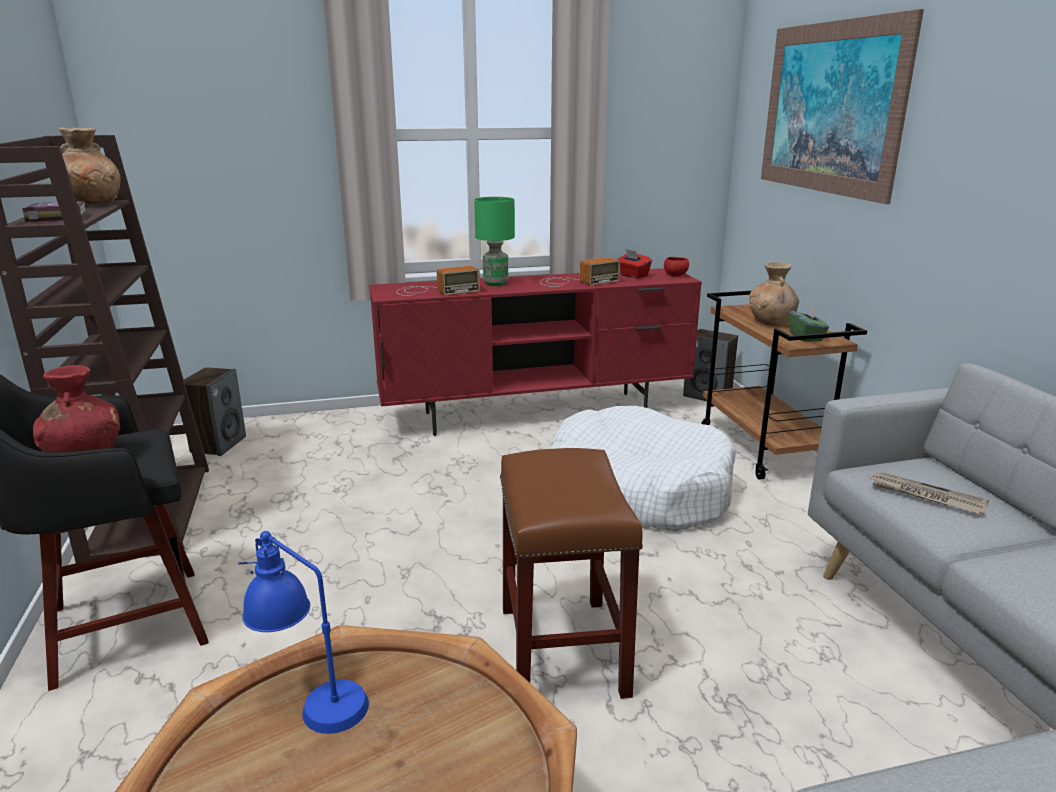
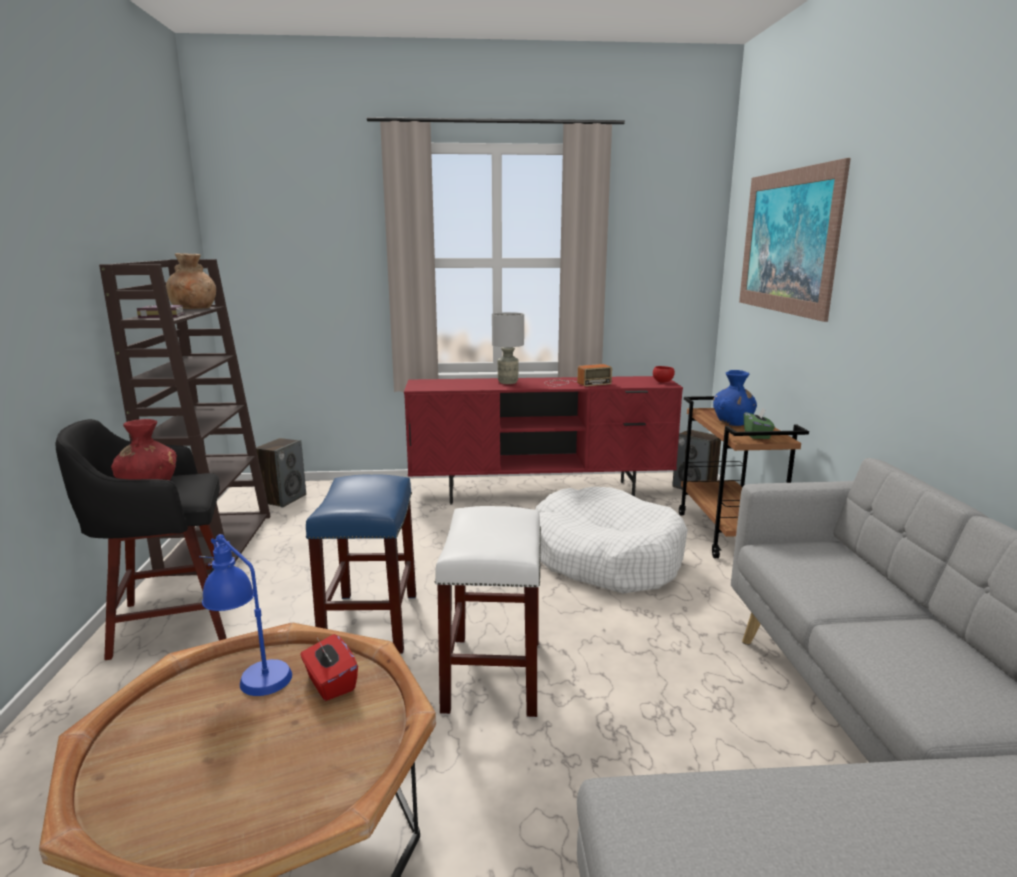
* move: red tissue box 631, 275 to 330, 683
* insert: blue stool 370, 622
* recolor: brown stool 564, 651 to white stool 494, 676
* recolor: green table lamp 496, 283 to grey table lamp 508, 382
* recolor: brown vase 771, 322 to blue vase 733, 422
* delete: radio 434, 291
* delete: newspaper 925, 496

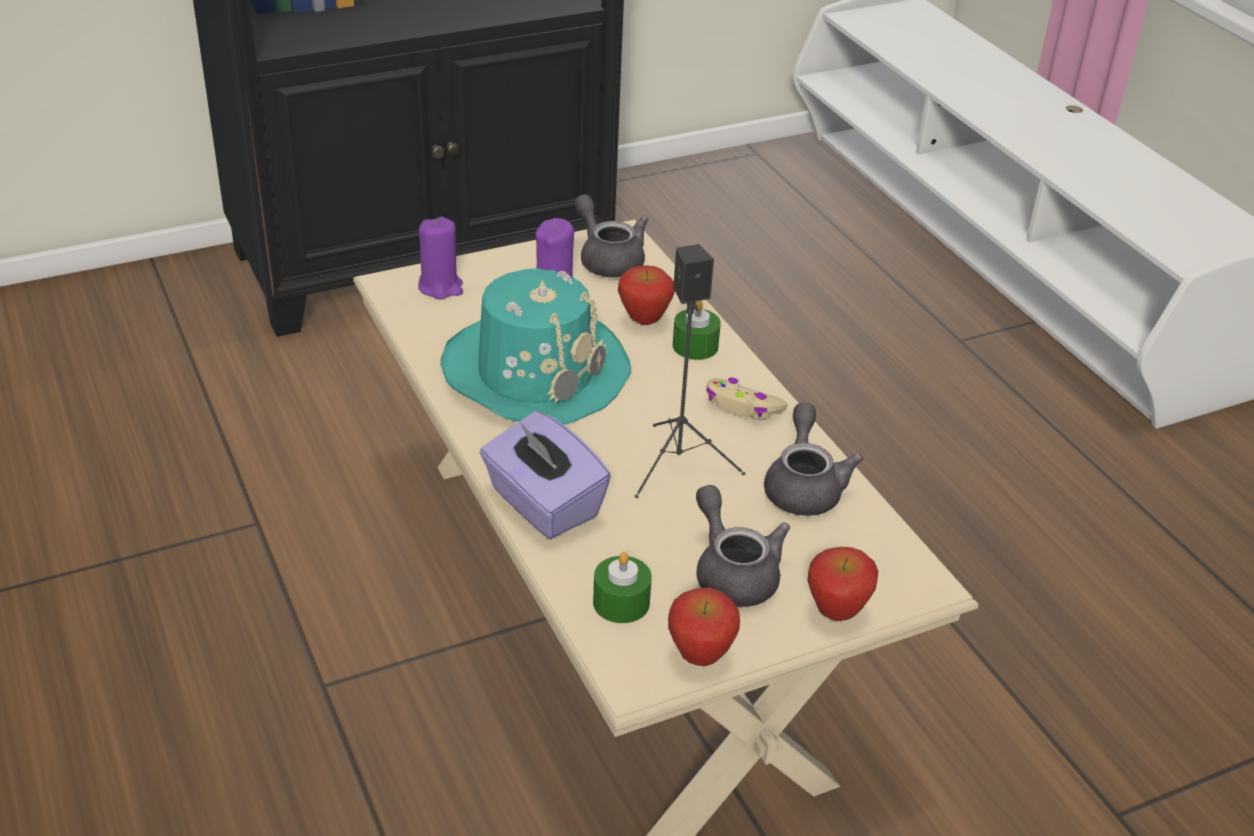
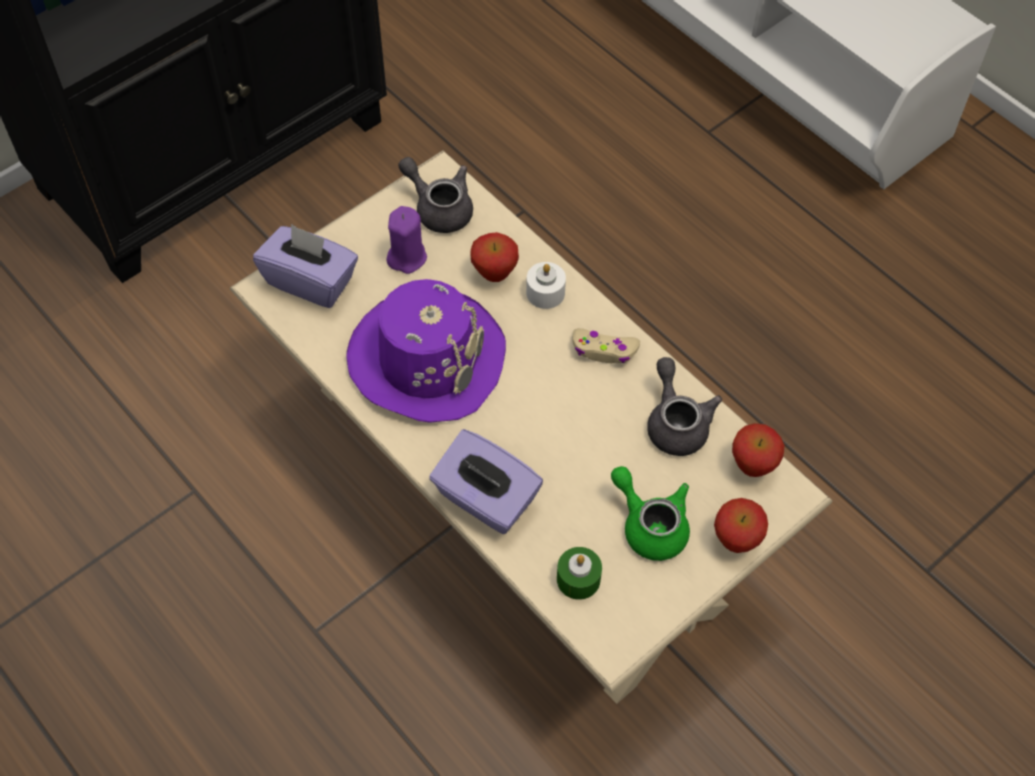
* replace: purple candle 440, 287 to purple tissue box 311, 281
* recolor: turquoise hat 535, 372 to purple hat 427, 358
* recolor: green candle 695, 346 to white candle 545, 292
* recolor: grey teapot 733, 572 to green teapot 650, 525
* move: apple 700, 656 to 752, 467
* delete: black speaker 679, 464

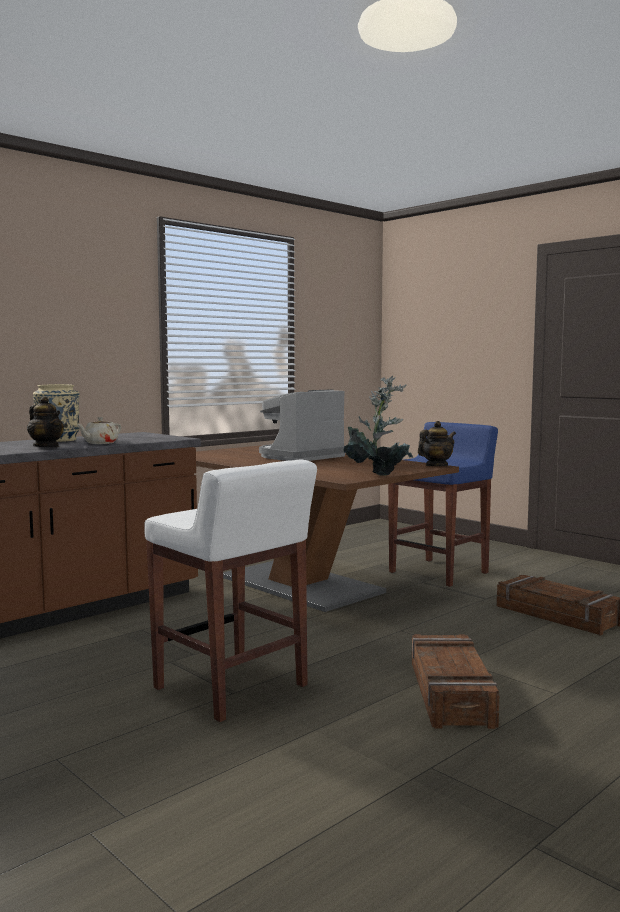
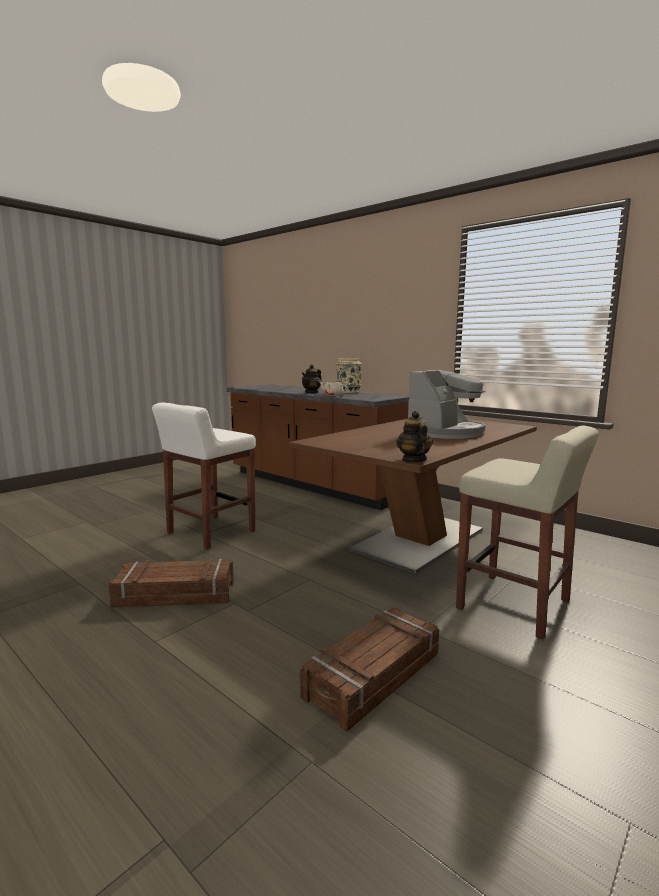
* rotate: teapot 436, 466 = 413, 460 150 degrees counterclockwise
* rotate: coffee machine 300, 457 = 446, 432 90 degrees clockwise
* recolor: blue stool 440, 572 to beige stool 515, 605
* delete: potted plant 379, 473

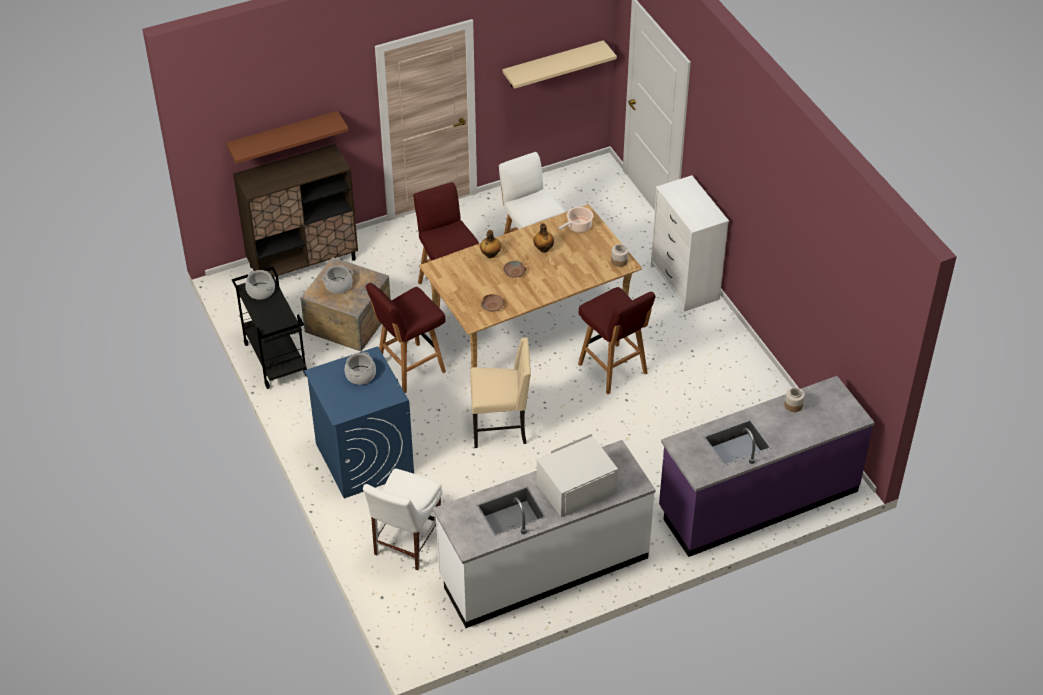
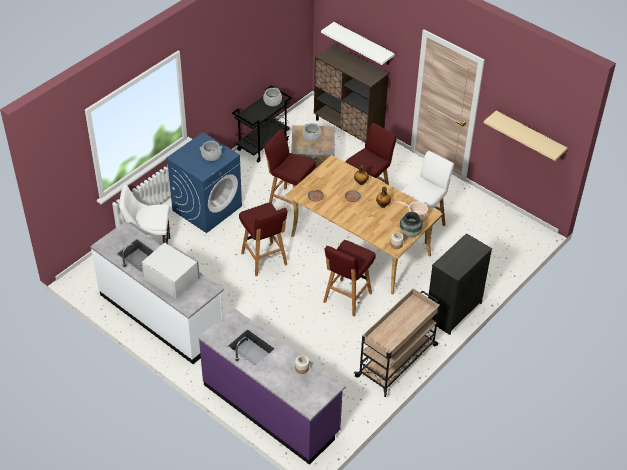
* replace: beige chair 501, 428 to red stool 264, 260
* recolor: brown shelf 283, 136 to white shelf 363, 44
* insert: beige cart 397, 360
* insert: vase 410, 233
* recolor: white dresser 684, 283 to black dresser 453, 311

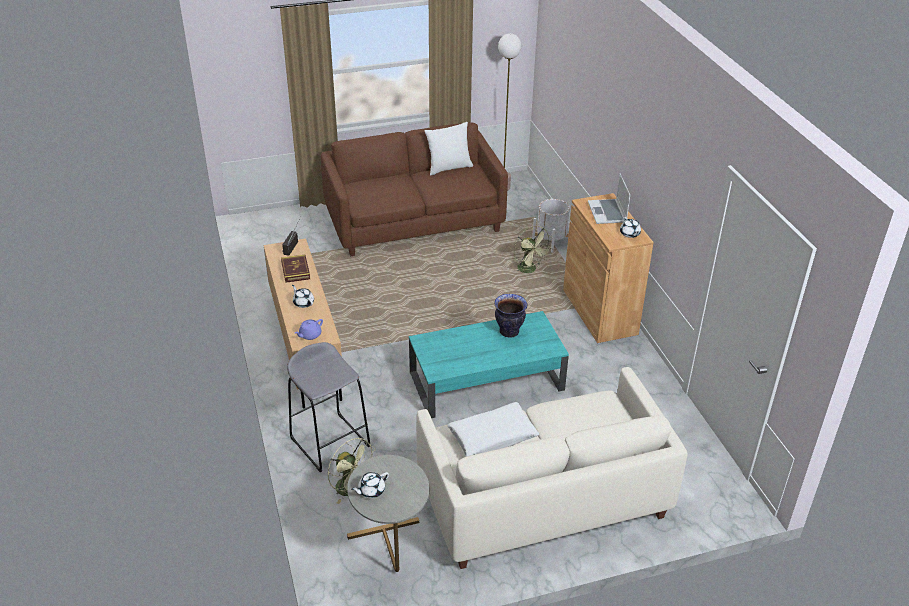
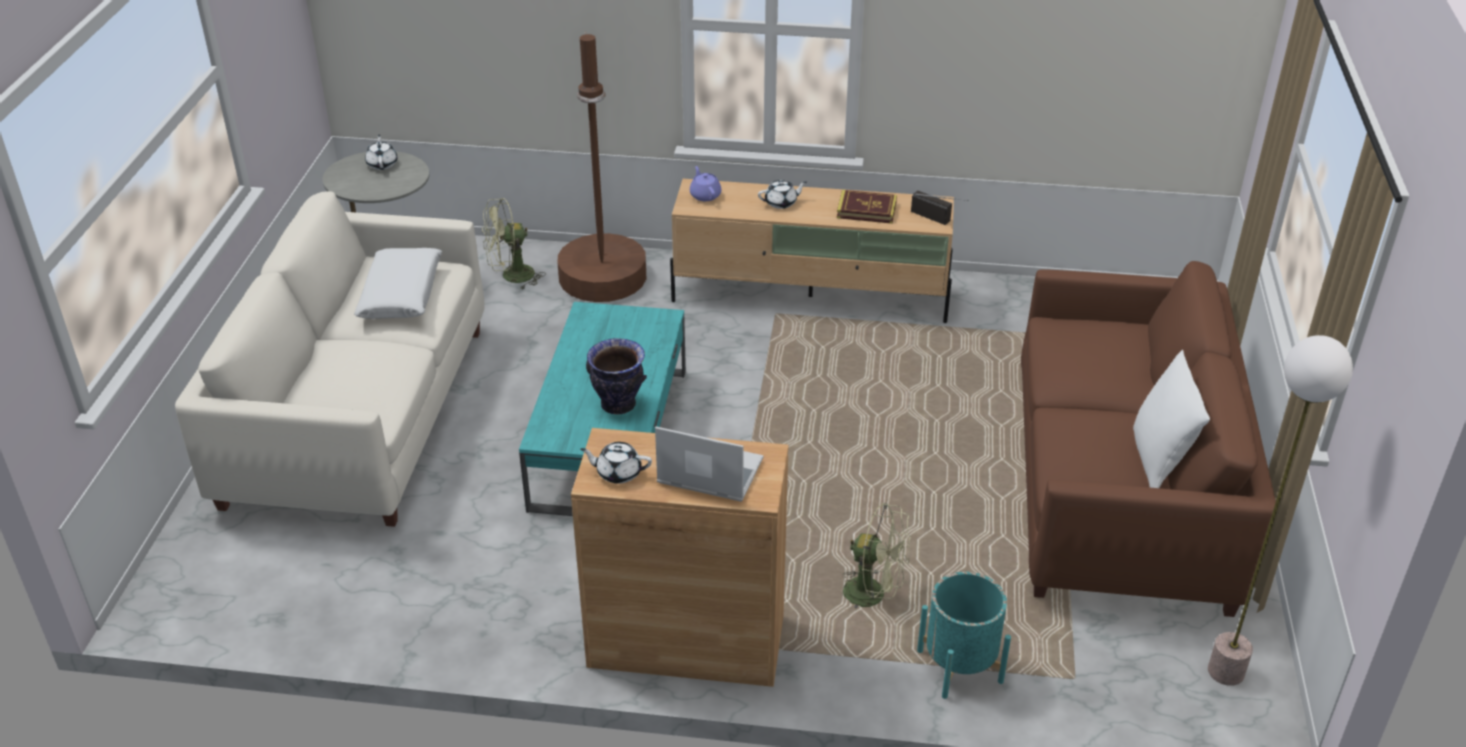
* replace: grey stool 330, 442 to brown floor lamp 603, 277
* rotate: green fan 530, 270 = 873, 594 150 degrees counterclockwise
* recolor: white planter 551, 242 to turquoise planter 959, 666

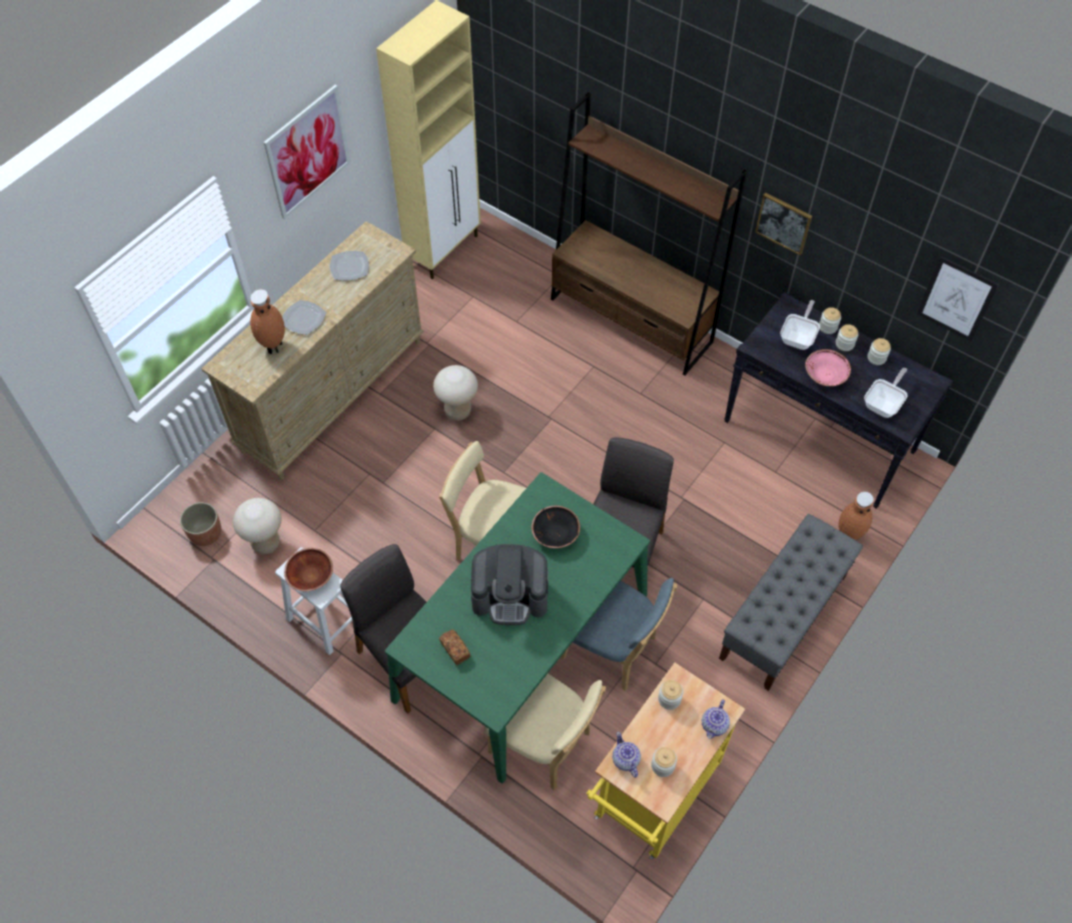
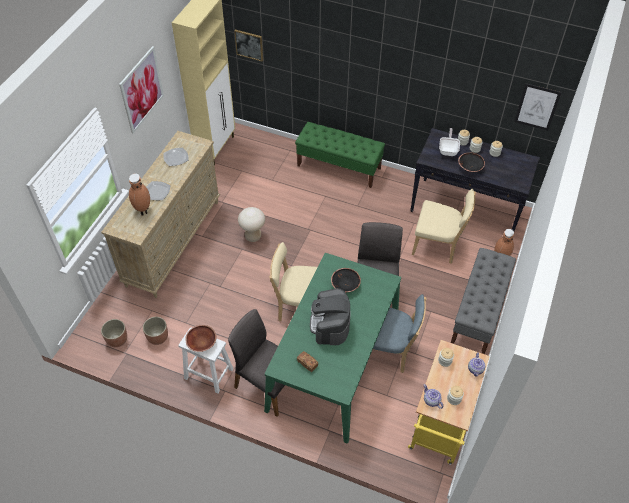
* replace: beige stool 266, 543 to planter 157, 337
* move: picture 784, 223 to 249, 45
* replace: brown bookcase 631, 321 to green bench 339, 167
* rotate: coffee machine 510, 595 = 330, 325 105 degrees clockwise
* move: beige chair 544, 745 to 437, 246
* recolor: pink bowl 825, 375 to black bowl 470, 167
* delete: frying pan 884, 404

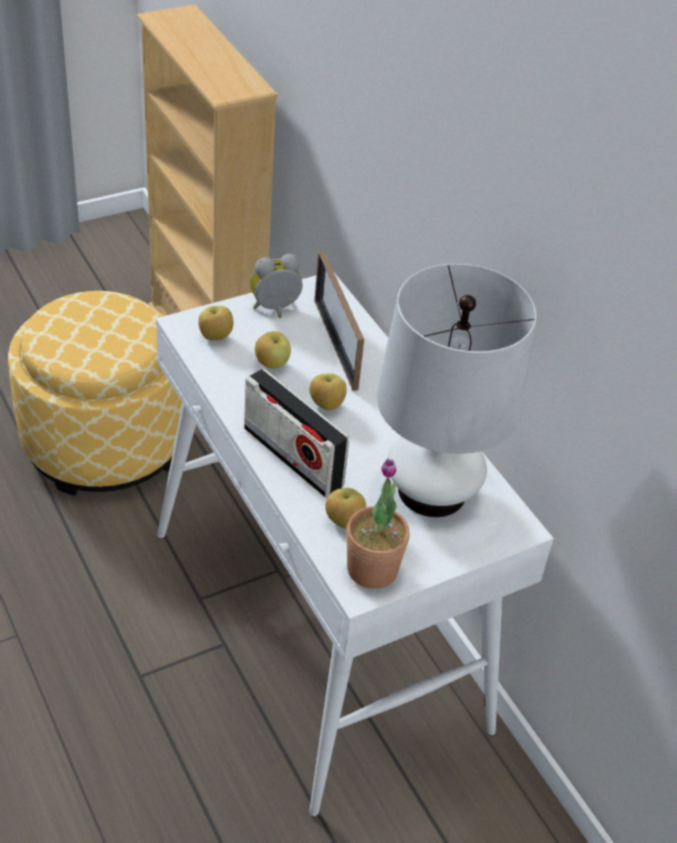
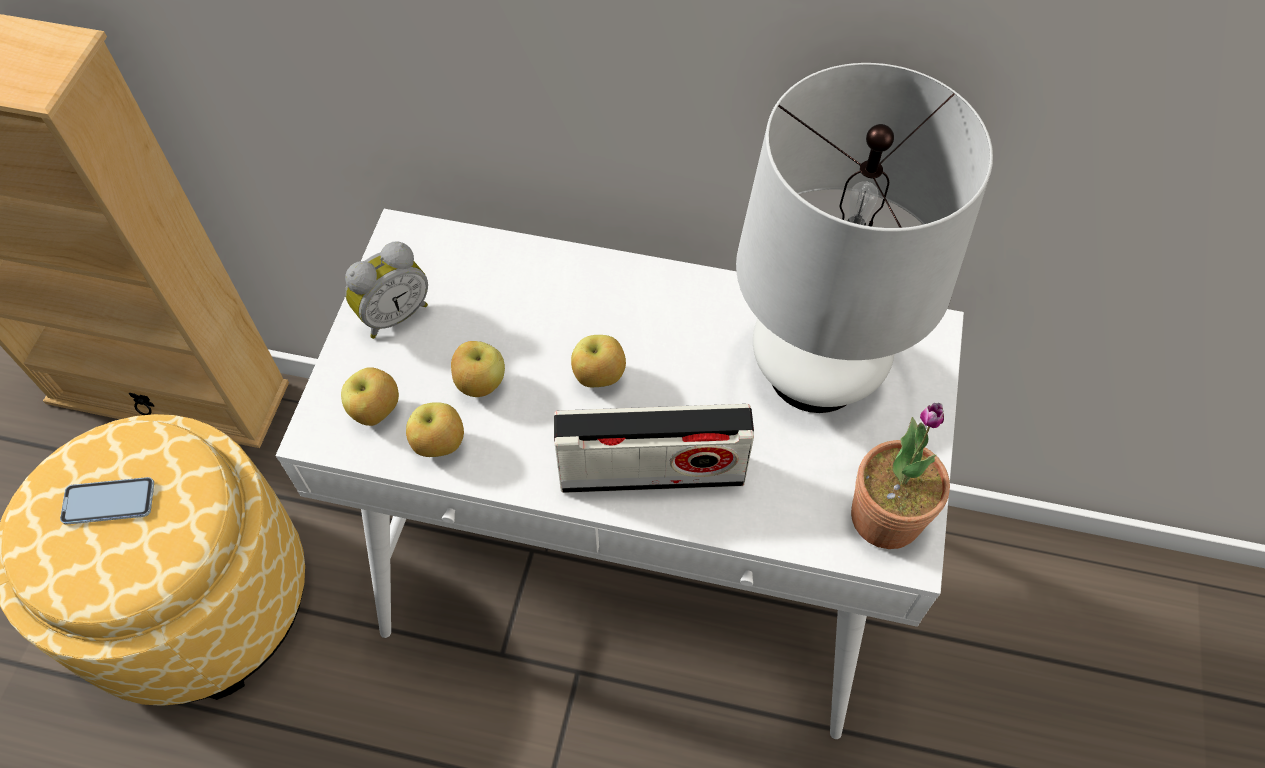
* insert: phone 109, 502
* rotate: alarm clock 276, 310 = 393, 314 150 degrees counterclockwise
* move: apple 343, 522 to 439, 445
* delete: picture frame 335, 344

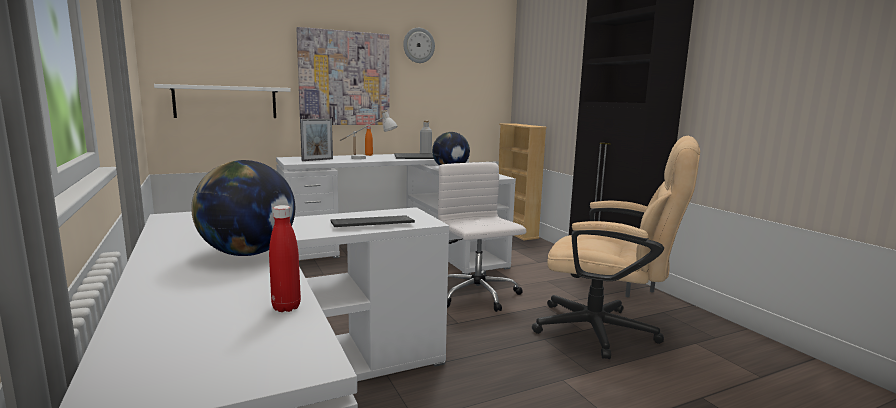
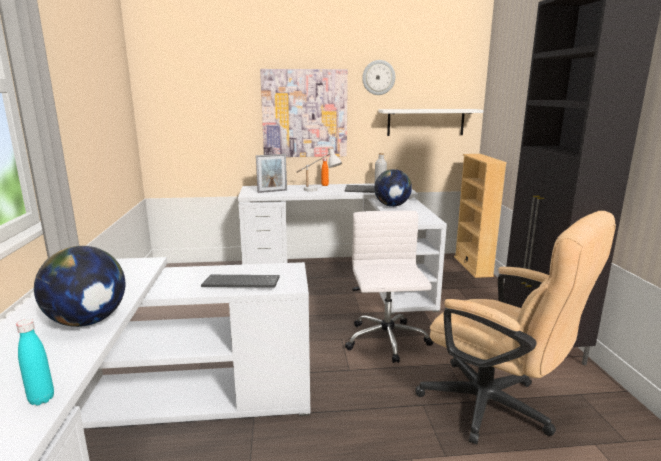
* recolor: red bottle 286, 307 to turquoise bottle 41, 399
* move: white shelf 226, 102 to 425, 122

